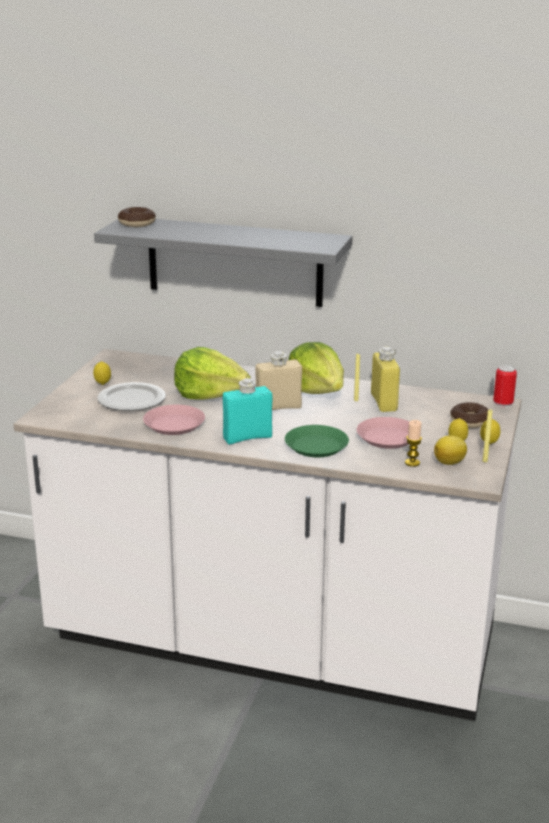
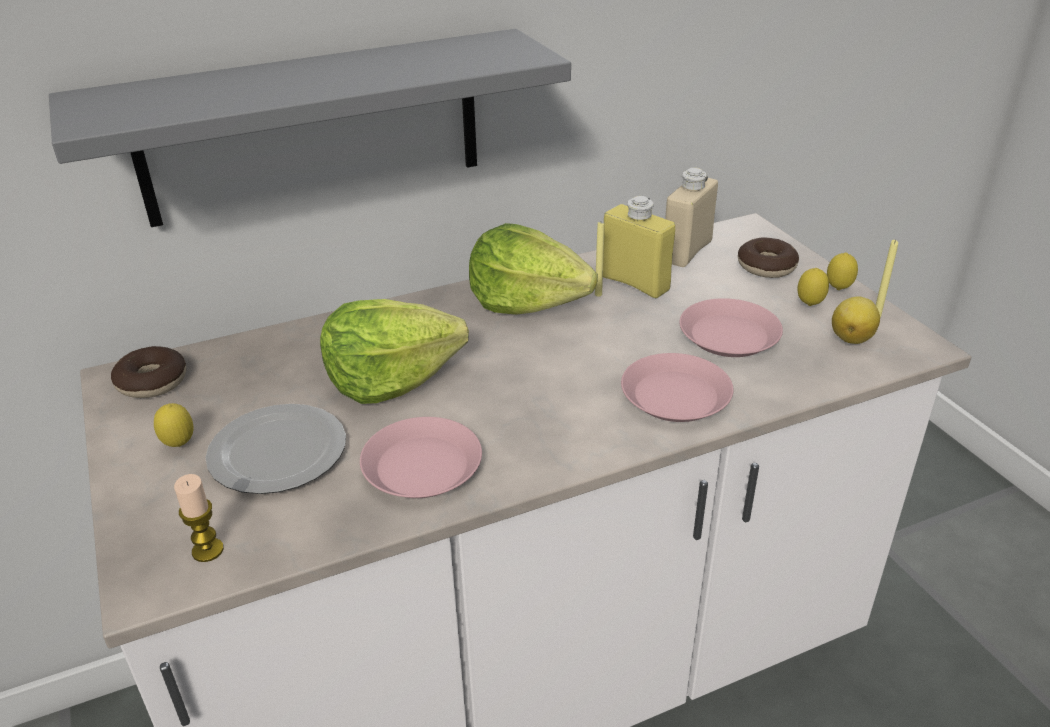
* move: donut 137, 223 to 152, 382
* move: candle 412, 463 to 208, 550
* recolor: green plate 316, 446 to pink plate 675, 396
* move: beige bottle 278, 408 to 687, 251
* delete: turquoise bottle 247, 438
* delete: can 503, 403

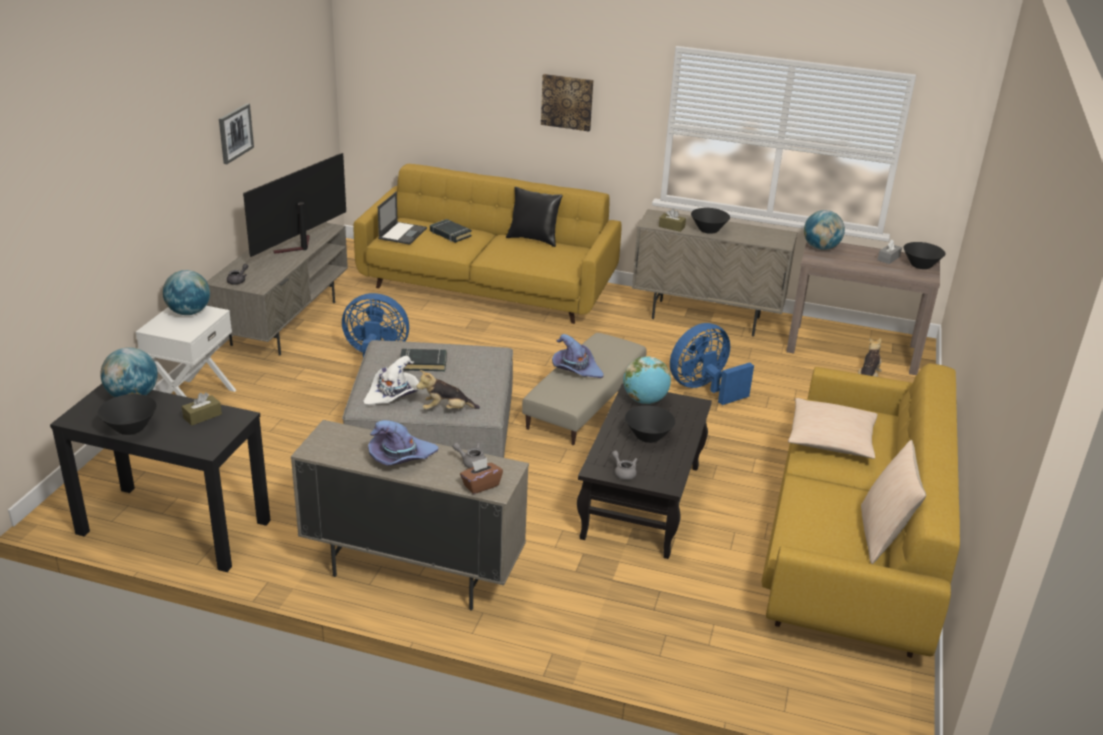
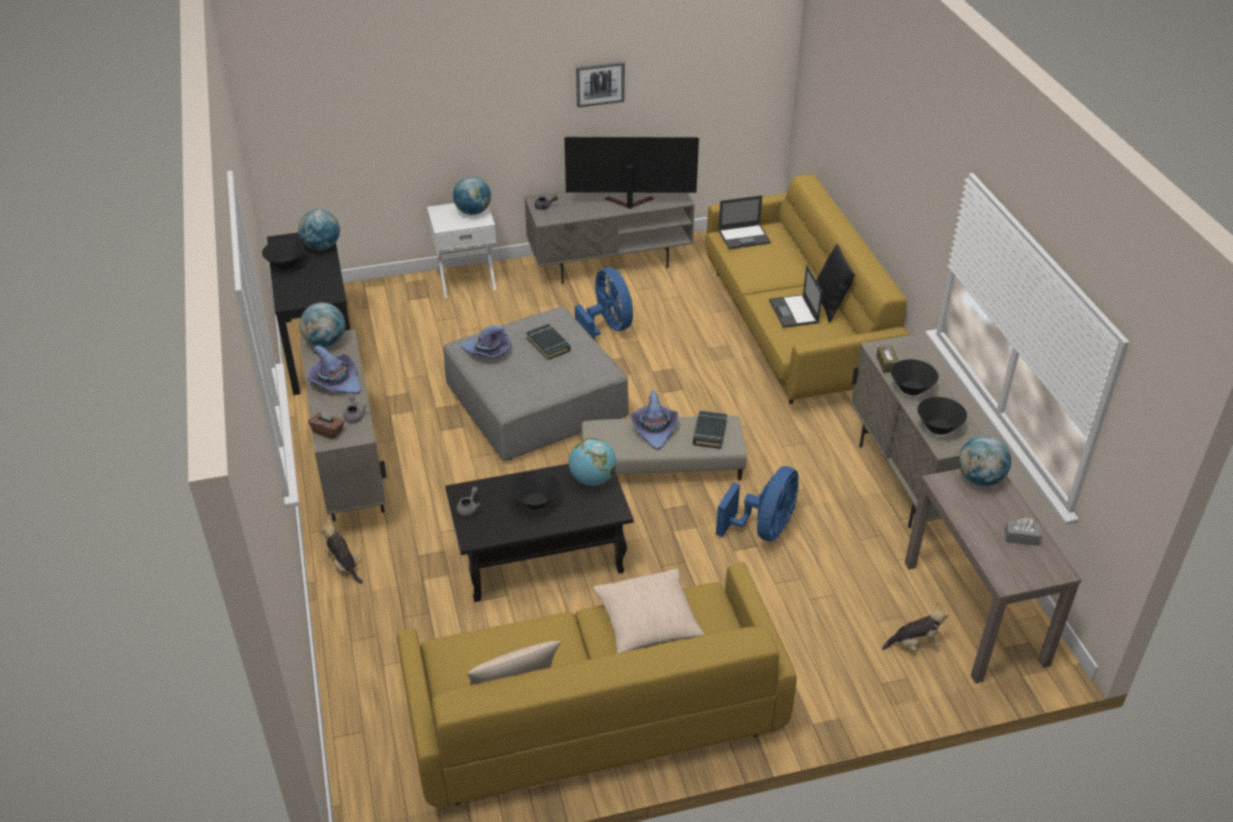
* insert: globe 325, 342
* move: plush toy 446, 410 to 344, 565
* recolor: white hat 392, 395 to purple hat 487, 351
* move: black book 450, 234 to 709, 432
* rotate: blue fan 704, 388 = 764, 529 90 degrees clockwise
* insert: laptop 794, 312
* move: black bowl 920, 265 to 938, 427
* delete: brown tissue box 202, 416
* delete: picture 567, 102

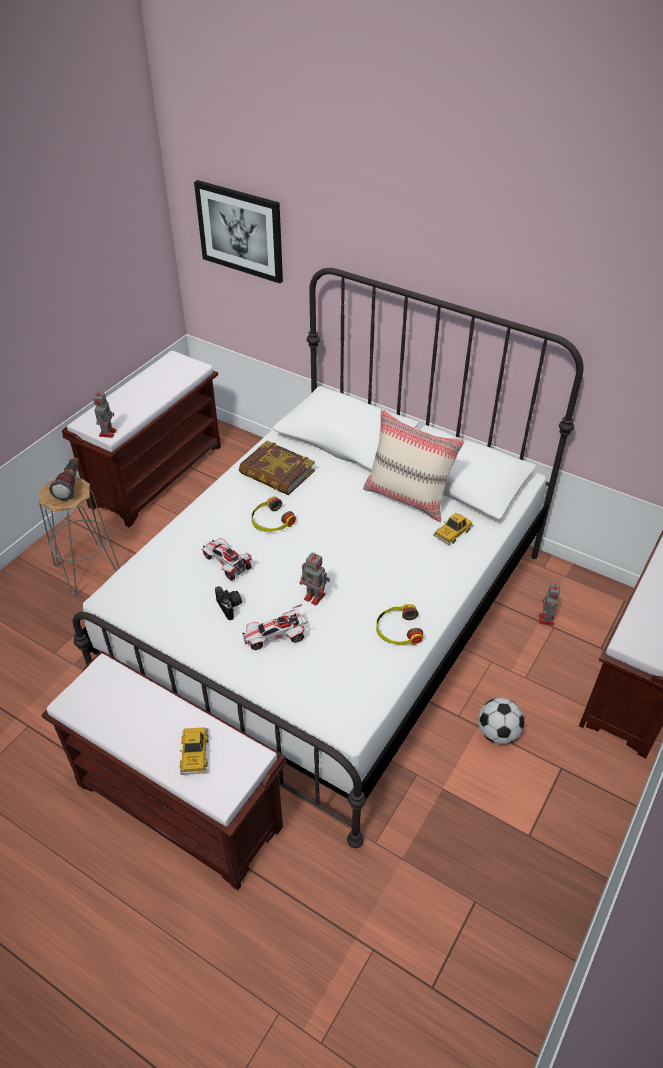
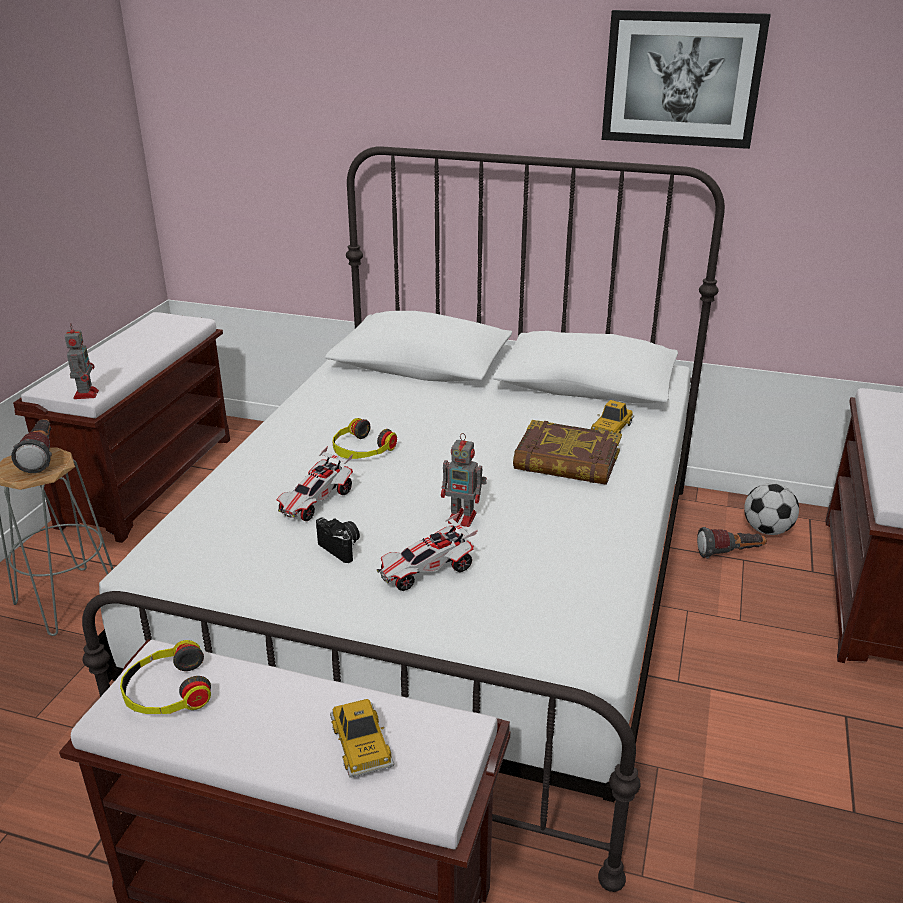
* move: headphones 398, 630 to 167, 691
* rotate: toy car 226, 564 = 316, 502 90 degrees counterclockwise
* move: book 276, 473 to 567, 461
* move: picture 240, 231 to 682, 79
* replace: toy robot 546, 620 to flashlight 730, 554
* move: football 498, 733 to 767, 530
* delete: beige pillow 408, 497

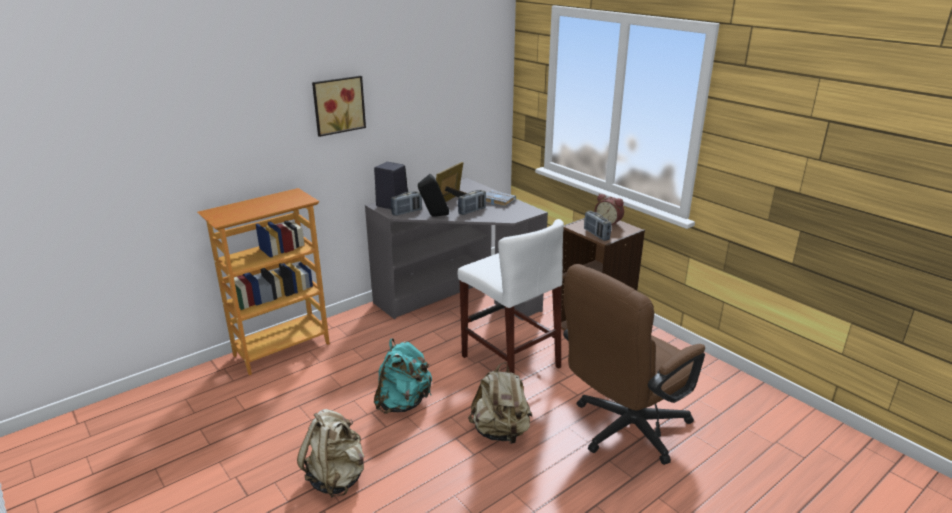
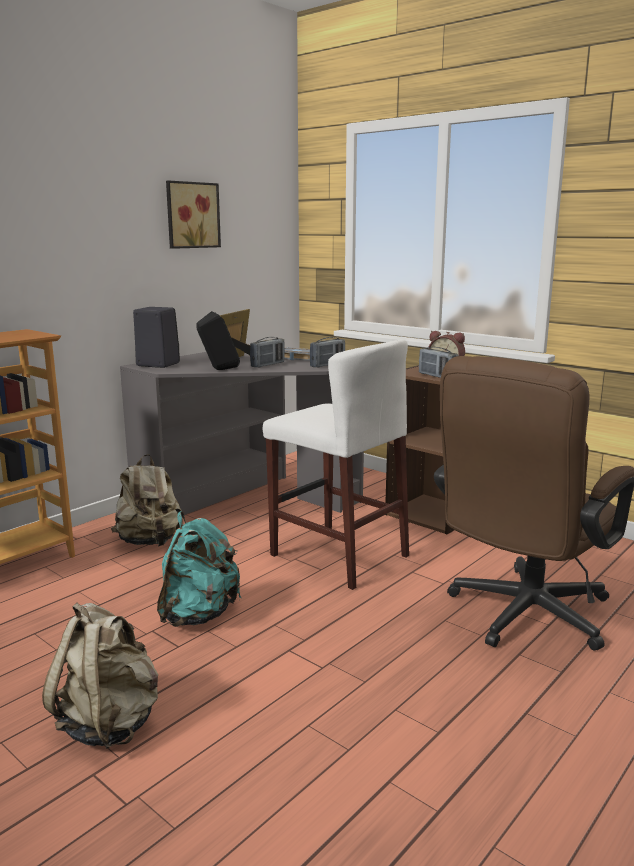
* move: beige backpack 501, 432 to 150, 542
* move: picture 338, 105 to 191, 215
* move: radio 407, 212 to 327, 365

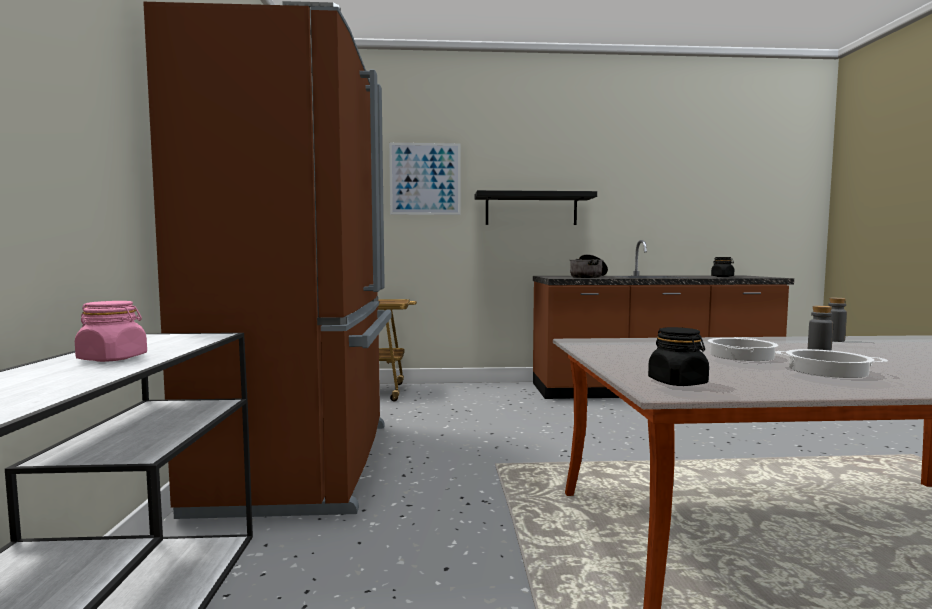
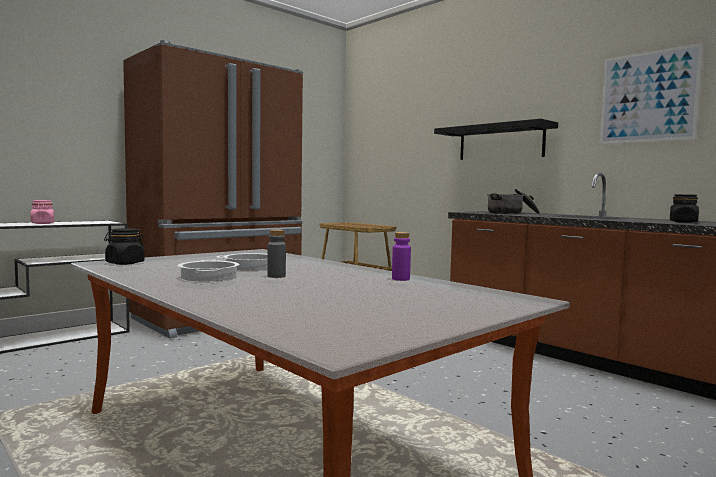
* recolor: grey bottle 834, 340 to purple bottle 400, 279
* move: picture 425, 179 to 648, 97

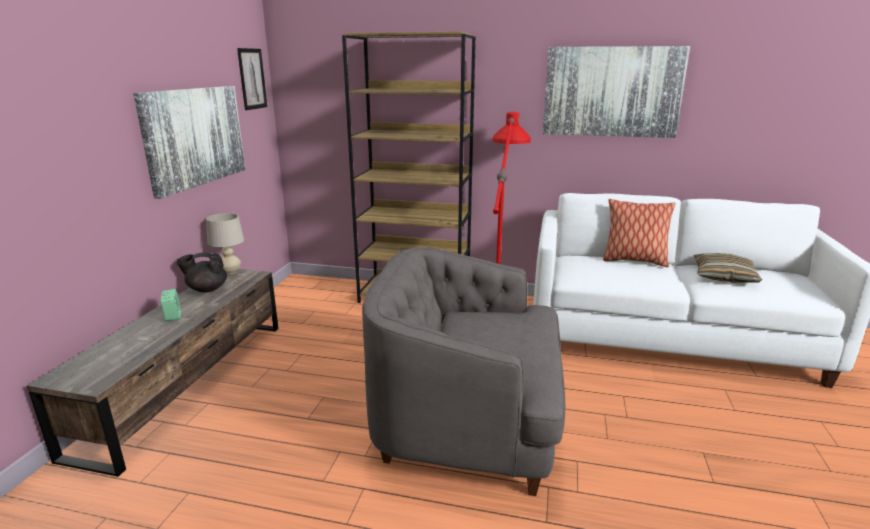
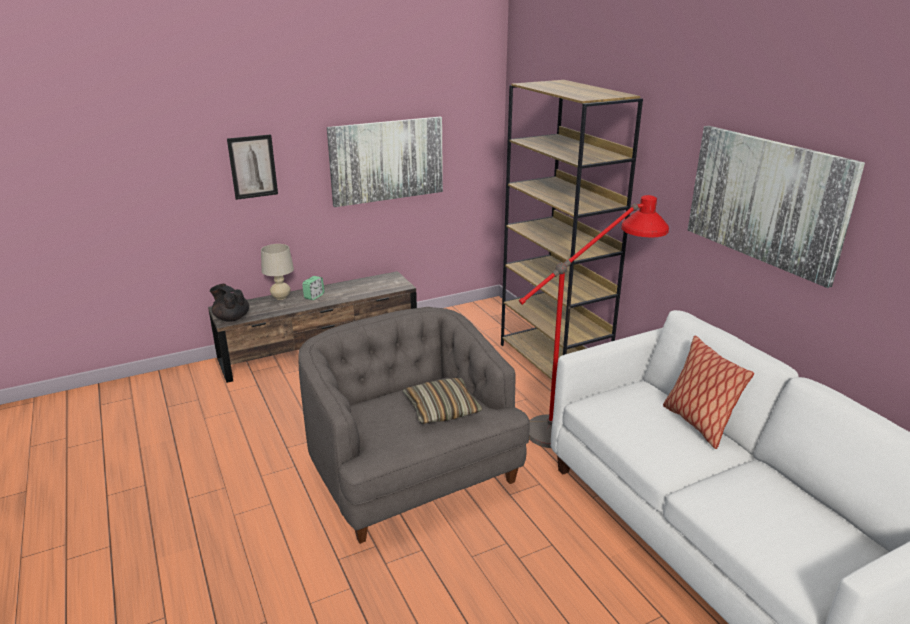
* move: black teapot 206, 289 to 231, 318
* move: picture 252, 79 to 253, 167
* move: beige table lamp 230, 272 to 281, 297
* move: pillow 723, 276 to 442, 409

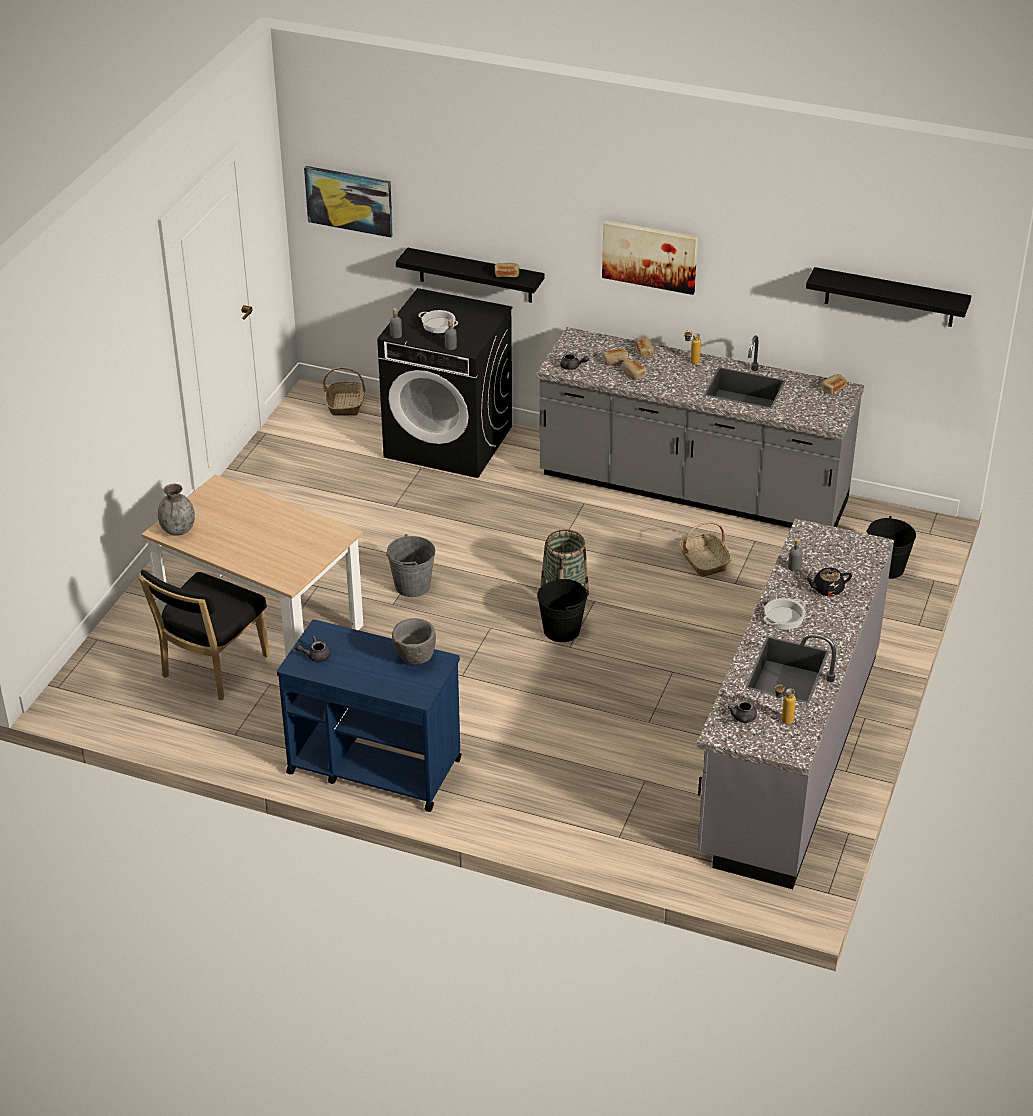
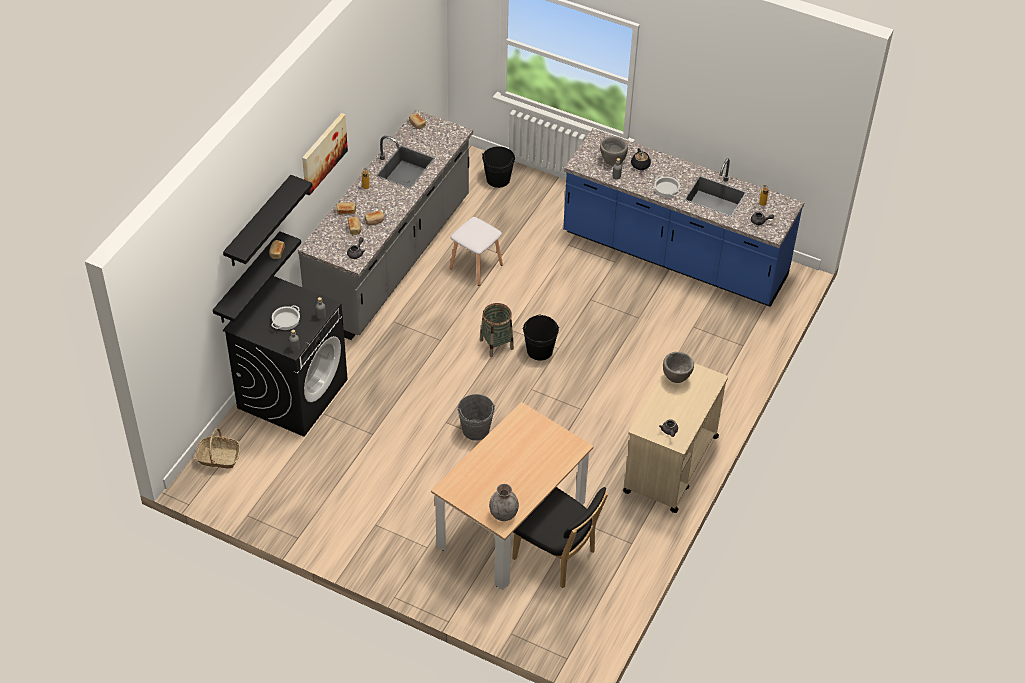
* move: black shelf 889, 297 to 258, 223
* replace: basket 704, 561 to white stool 475, 266
* recolor: grey counter 788, 754 to blue counter 674, 257
* insert: grey bowl 612, 161
* recolor: blue cart 373, 765 to beige cart 670, 464
* delete: picture 349, 200

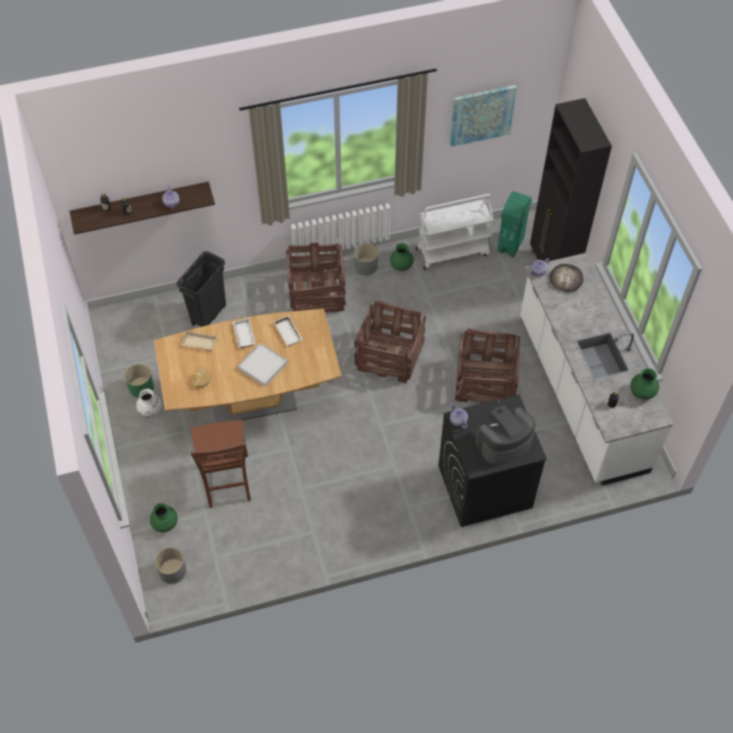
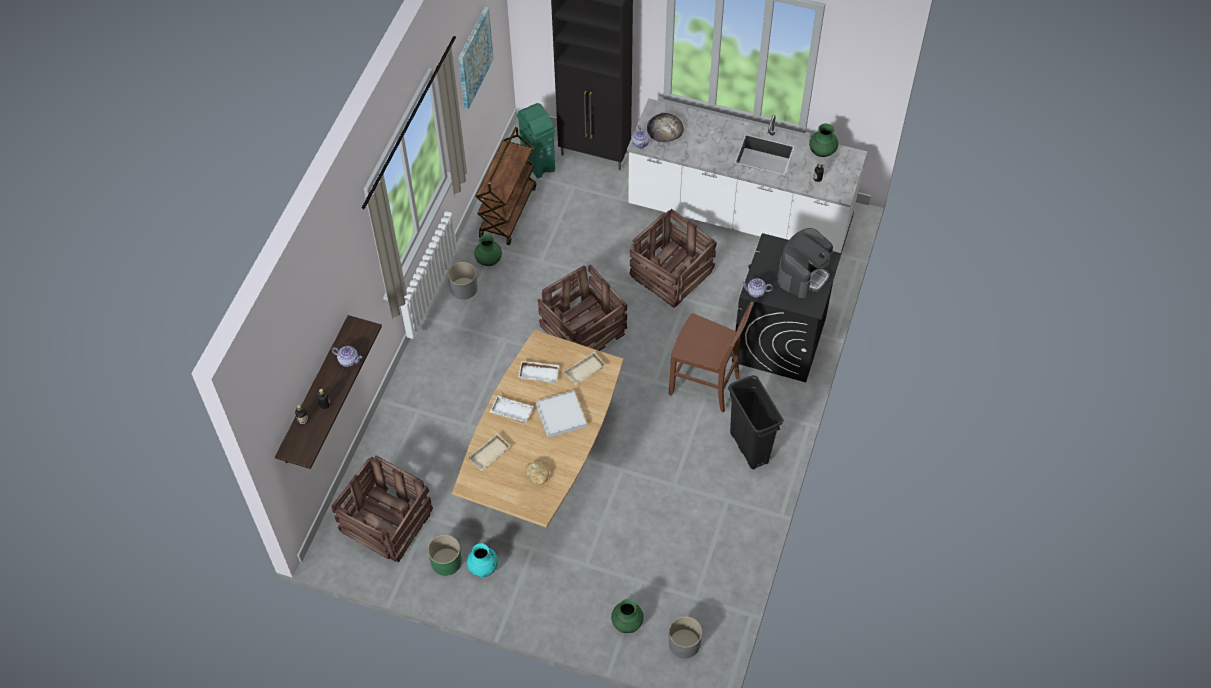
* move: crate 317, 292 to 386, 522
* recolor: white vase 151, 411 to turquoise vase 483, 568
* recolor: white cart 452, 252 to brown cart 507, 211
* insert: beige tray 584, 372
* move: brown chair 227, 482 to 706, 386
* move: black trash can 209, 314 to 749, 447
* rotate: coffee machine 503, 443 = 803, 273 150 degrees counterclockwise

